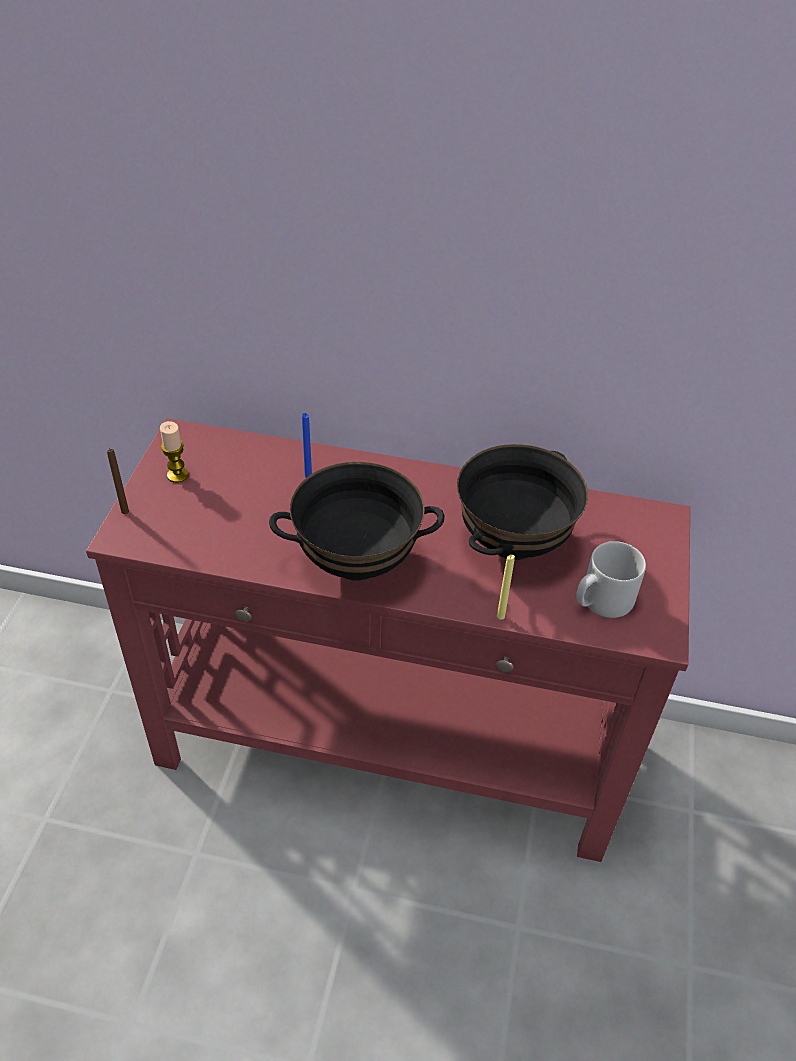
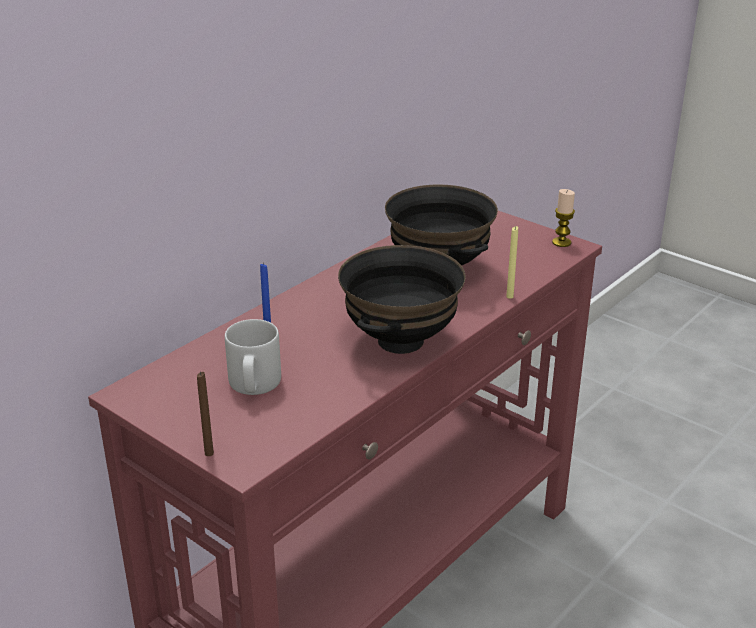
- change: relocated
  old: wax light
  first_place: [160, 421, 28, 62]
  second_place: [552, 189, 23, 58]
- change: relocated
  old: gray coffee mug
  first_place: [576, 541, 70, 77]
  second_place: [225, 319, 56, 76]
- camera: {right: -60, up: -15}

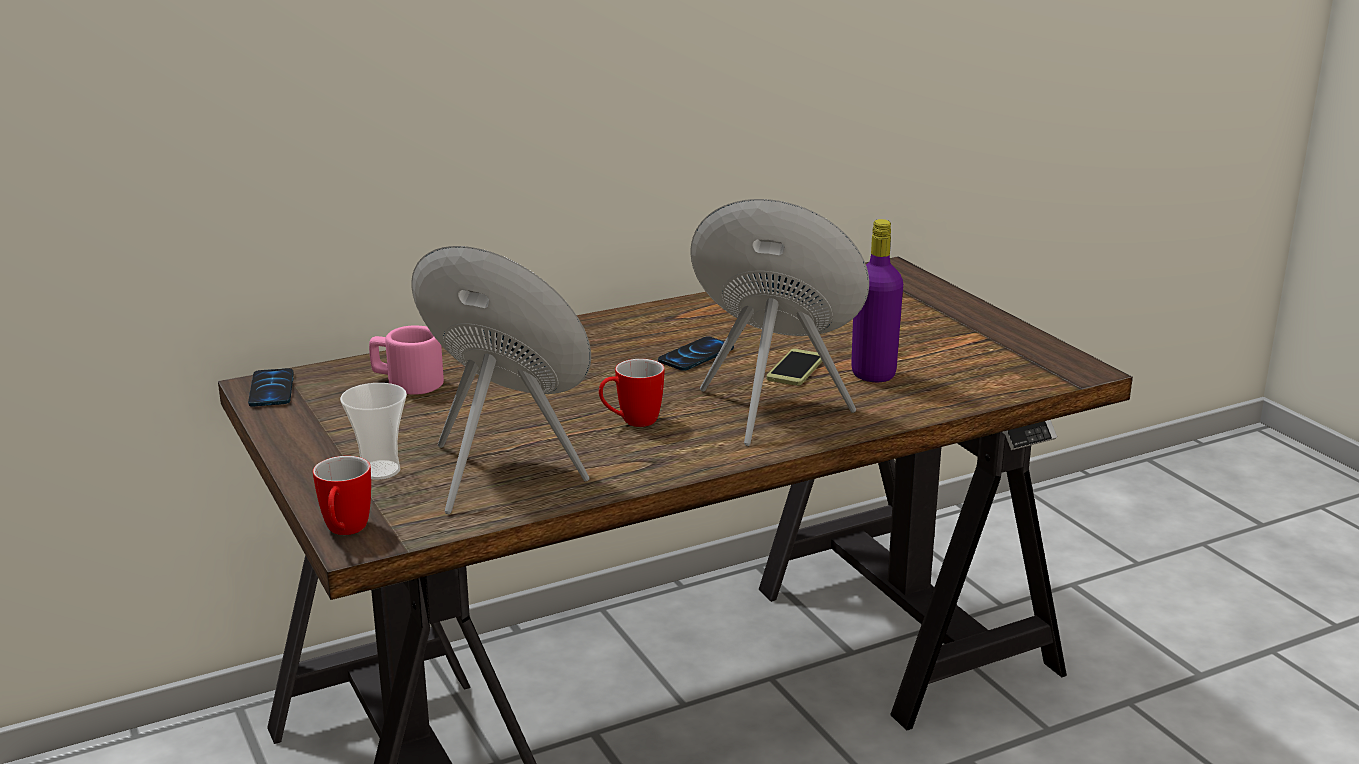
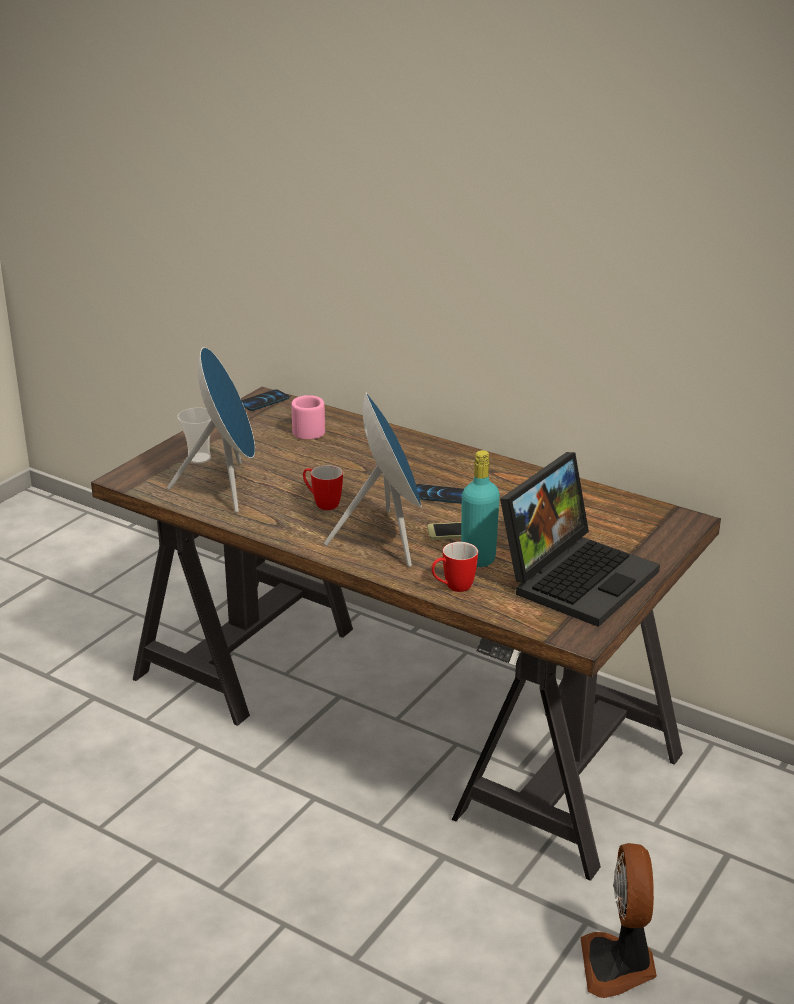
- change: appeared
  new: portable computer
  second_place: [500, 452, 160, 175]
- change: appeared
  new: electric fan
  second_place: [580, 843, 77, 155]
- change: relocated
  old: coffee mug
  first_place: [313, 456, 58, 79]
  second_place: [431, 542, 47, 50]
- change: colour
  old: purple beverage bottle
  new: turquoise-coloured beverage bottle
  first_place: [851, 219, 52, 163]
  second_place: [461, 450, 39, 117]
- camera: {right: 60, up: 5}

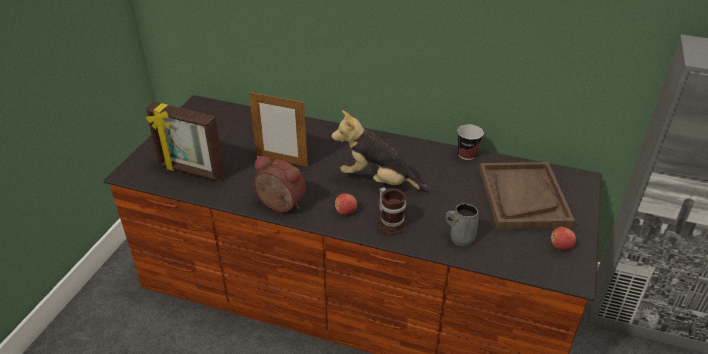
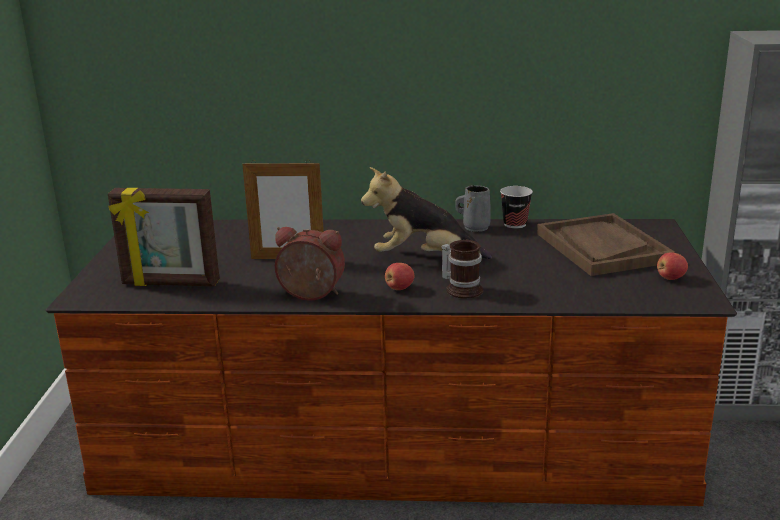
- change: relocated
  old: gray coffee mug
  first_place: [445, 203, 33, 43]
  second_place: [455, 185, 36, 47]
- camera: {right: -15, up: -15}

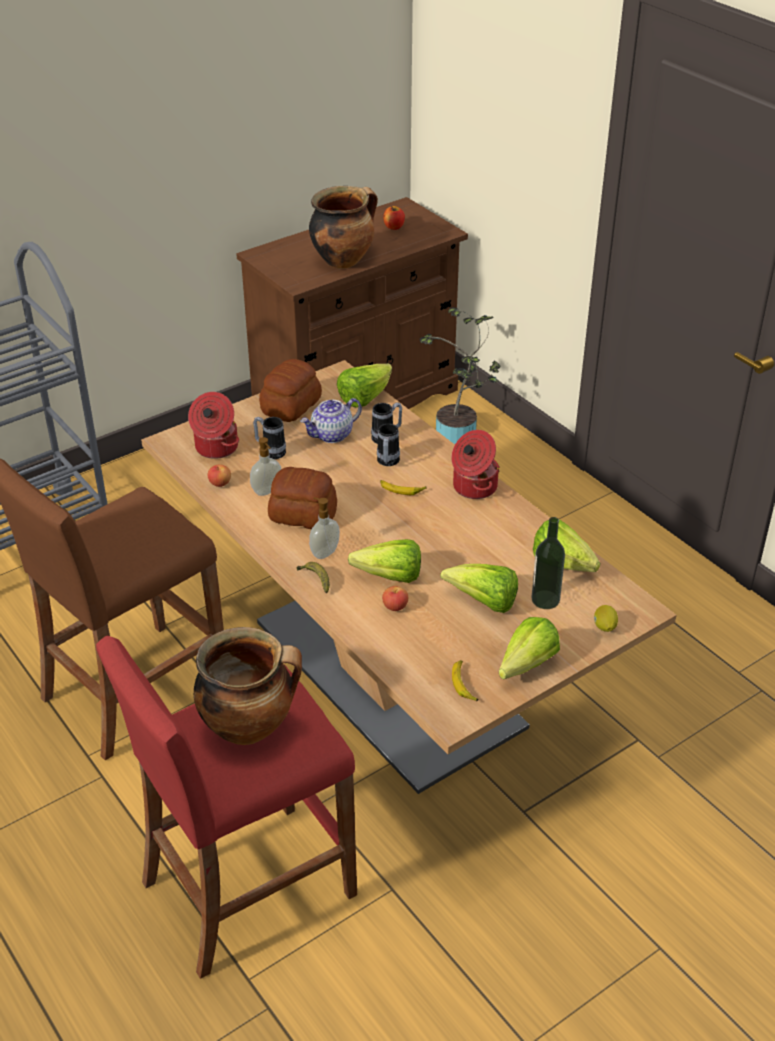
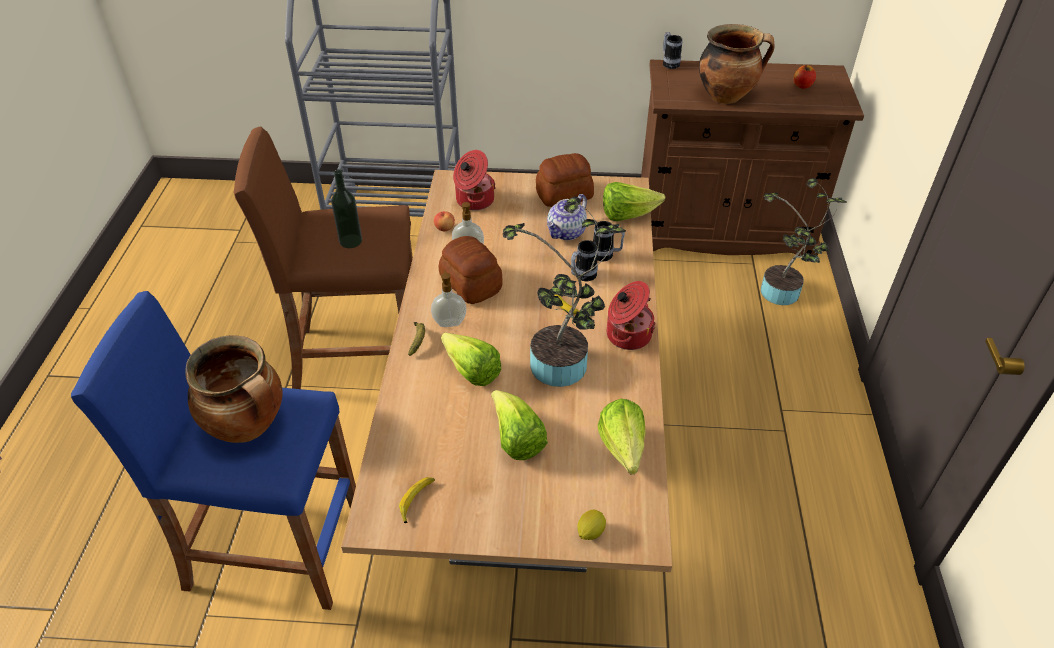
- change: missing
  old: apple
  first_place: [382, 586, 26, 25]
- change: missing
  old: head of lettuce
  first_place: [499, 617, 61, 62]
- change: appeared
  new: houseplant
  second_place: [503, 197, 123, 190]
- change: relocated
  old: coffee mug
  first_place: [253, 417, 33, 42]
  second_place: [663, 32, 19, 37]
- change: relocated
  old: beverage bottle
  first_place: [531, 517, 34, 92]
  second_place: [331, 169, 31, 79]
- change: colour
  old: reddish stool seat
  new: blue-coloured stool seat
  first_place: [96, 635, 261, 344]
  second_place: [71, 291, 285, 319]
- change: spun
  old: pot for tea
  first_place: [301, 398, 61, 45]
  second_place: [547, 194, 40, 46]
  degrees: -60
- camera: {right: 40, up: 5}

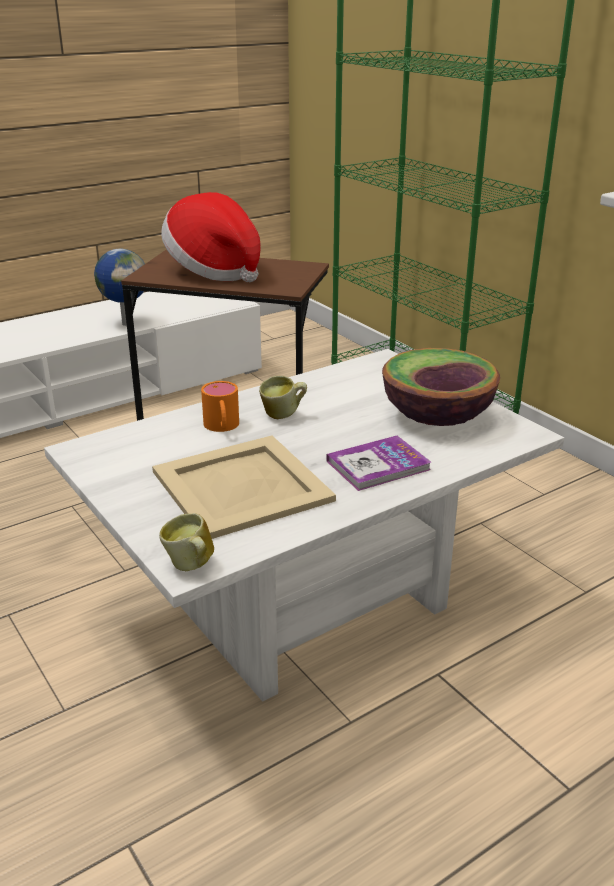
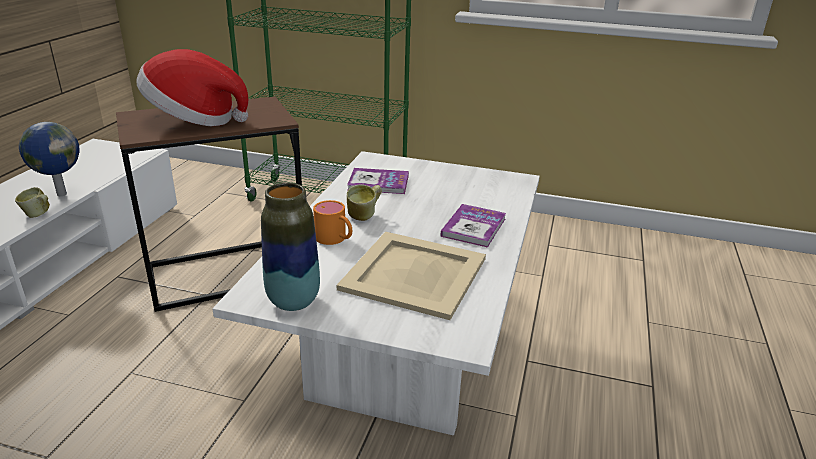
- change: missing
  old: deep dish
  first_place: [382, 348, 118, 78]
- change: appeared
  new: decorative vase
  second_place: [261, 183, 59, 128]
- change: appeared
  new: volume
  second_place: [347, 168, 62, 26]
- change: relocated
  old: coffee mug
  first_place: [159, 513, 55, 58]
  second_place: [15, 187, 35, 31]
- camera: {right: -40, up: 0}

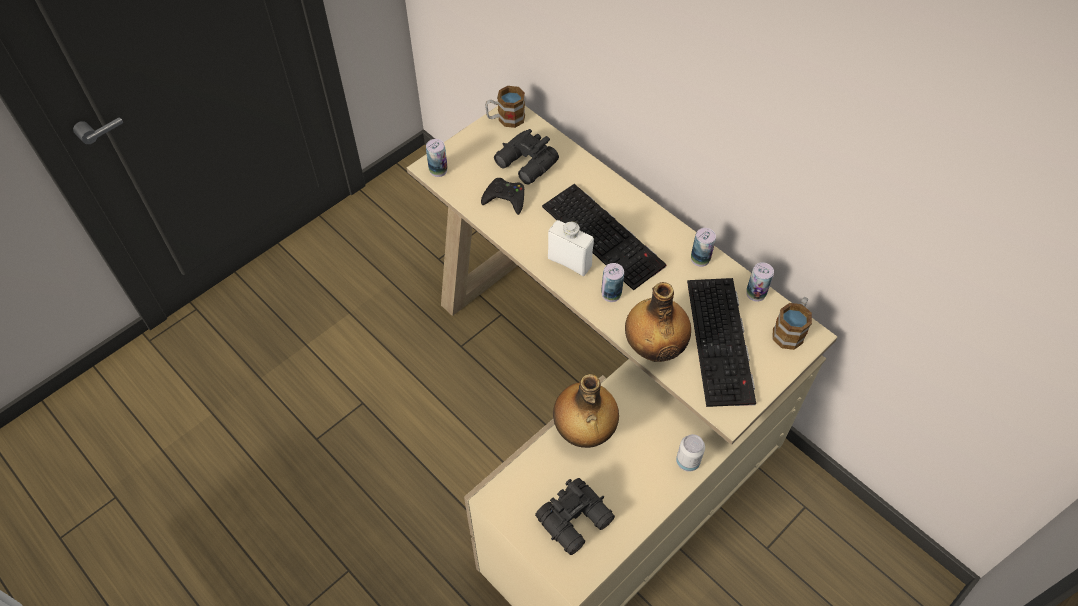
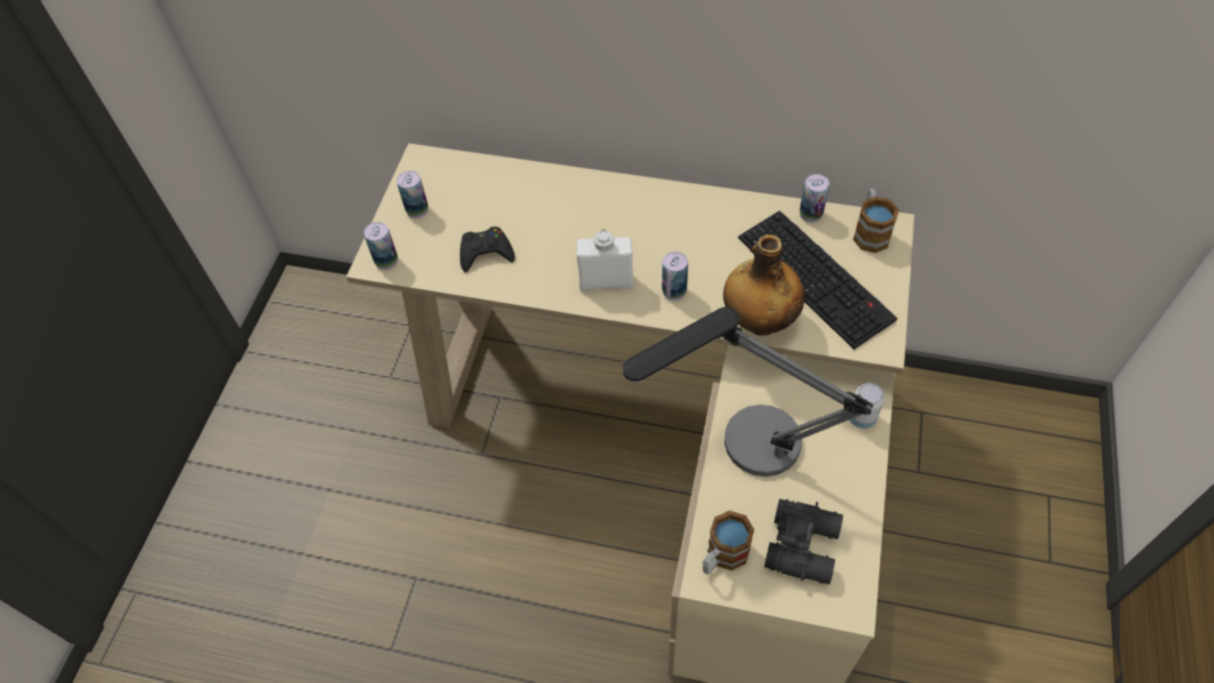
- change: missing
  old: black pair of binoculars
  first_place: [494, 129, 65, 56]
- change: missing
  old: PC keyboard
  first_place: [542, 184, 125, 107]
- change: relocated
  old: coffee mug
  first_place: [485, 86, 40, 42]
  second_place: [703, 510, 51, 64]
- change: relocated
  old: sealed can
  first_place: [691, 228, 25, 39]
  second_place: [397, 171, 31, 47]
- change: exchanged
  old: beverage bottle
  new: table lamp
  first_place: [553, 374, 66, 74]
  second_place: [623, 307, 250, 170]
- camera: {right: -30, up: 0}

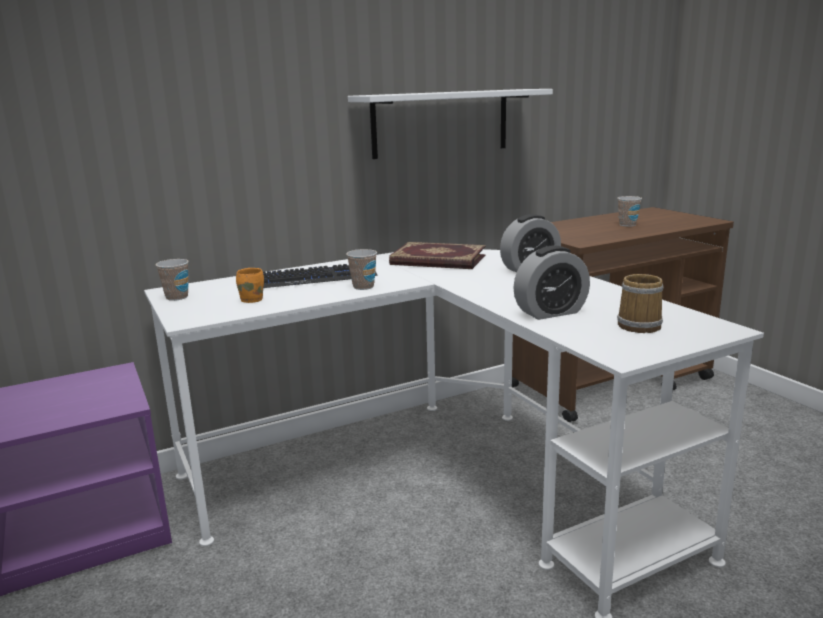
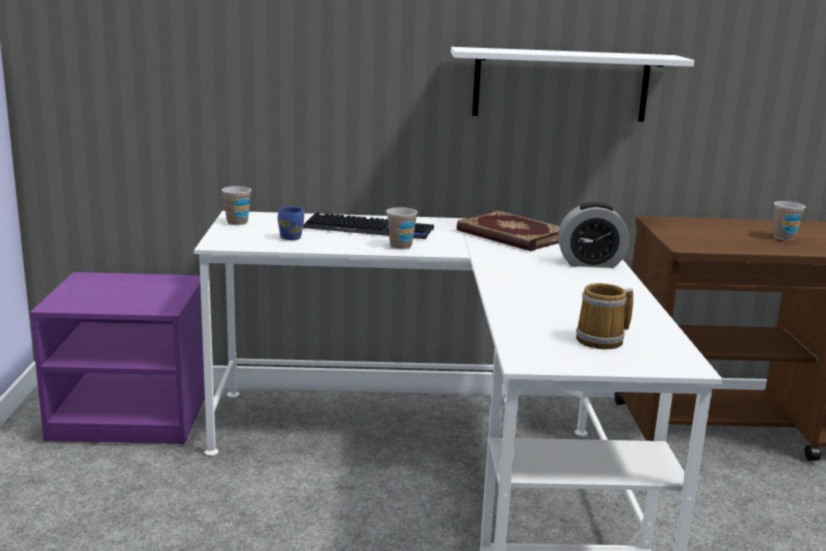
- change: missing
  old: bedside clock
  first_place: [513, 245, 77, 75]
- change: colour
  old: orange-coloured coffee mug
  new: blue-coloured coffee mug
  first_place: [236, 268, 28, 35]
  second_place: [278, 206, 26, 34]
- camera: {right: 25, up: 0}

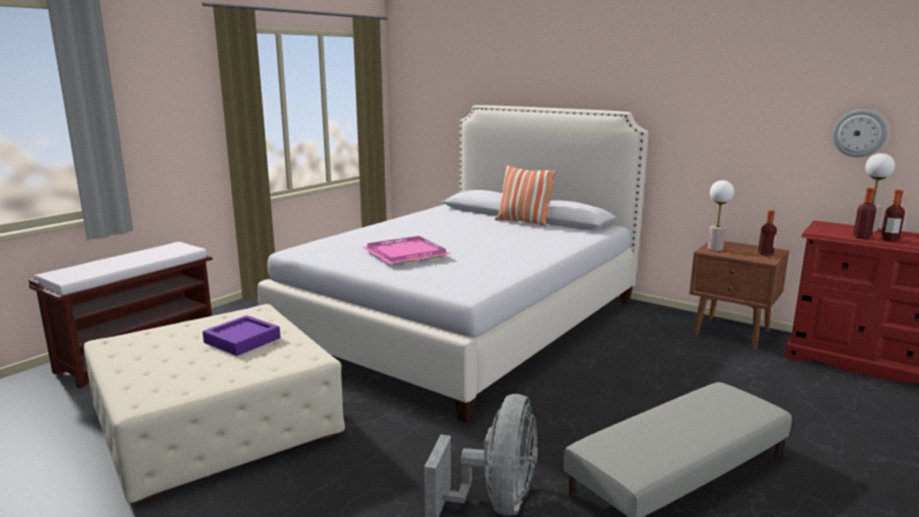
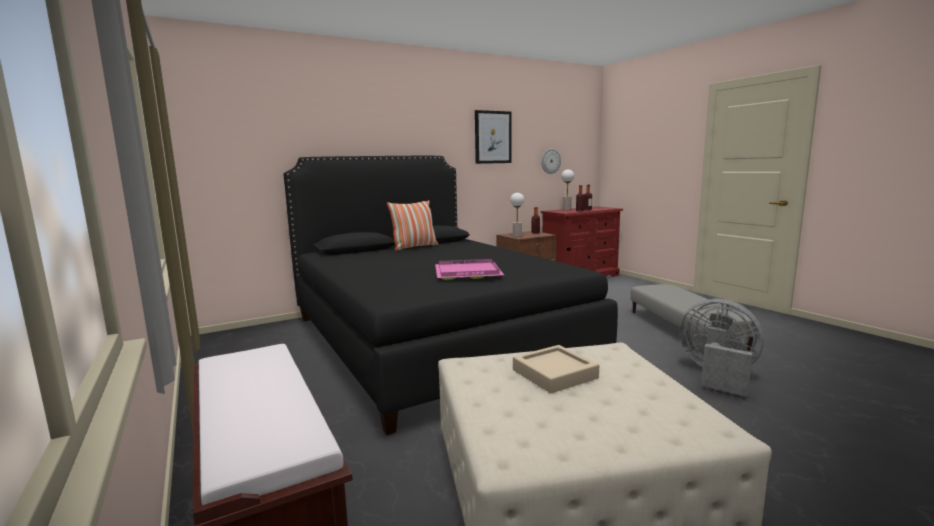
- change: appeared
  new: wall art
  second_place: [475, 110, 37, 54]
- change: colour
  old: purple serving tray
  new: beige-coloured serving tray
  first_place: [203, 315, 77, 41]
  second_place: [513, 345, 86, 48]
- change: colour
  old: whitish sleeping bed
  new: black sleeping bed
  first_place: [258, 105, 390, 318]
  second_place: [283, 156, 335, 279]
- camera: {right: -65, up: -5}

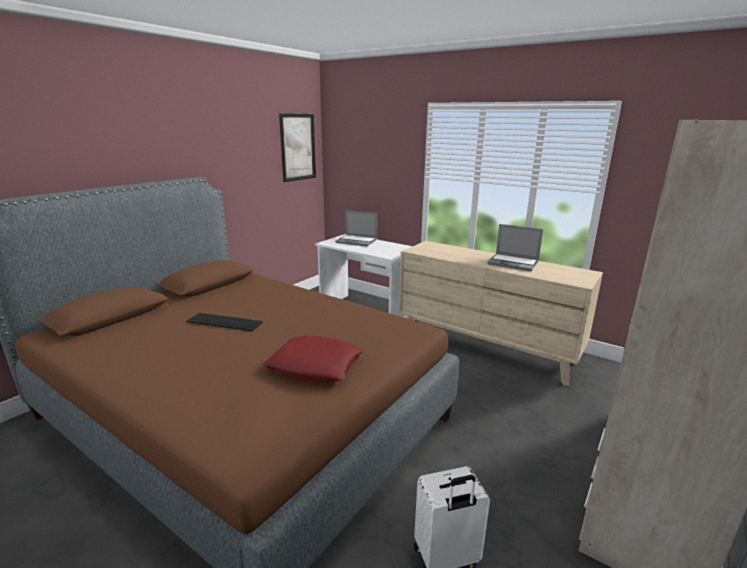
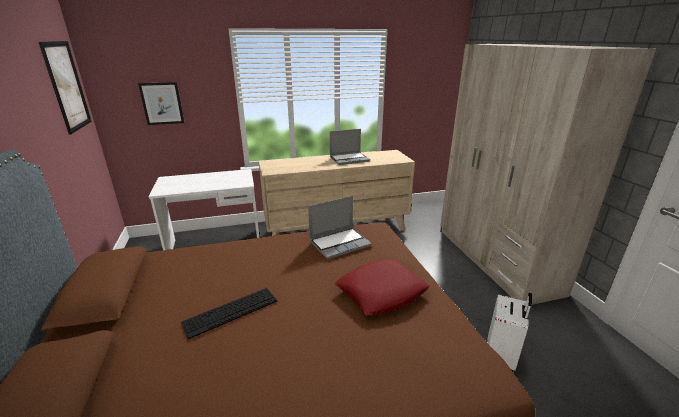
- change: appeared
  new: wall art
  second_place: [138, 82, 46, 43]
- change: relocated
  old: portable computer
  first_place: [335, 210, 42, 37]
  second_place: [308, 196, 64, 63]
- camera: {right: -50, up: 5}

